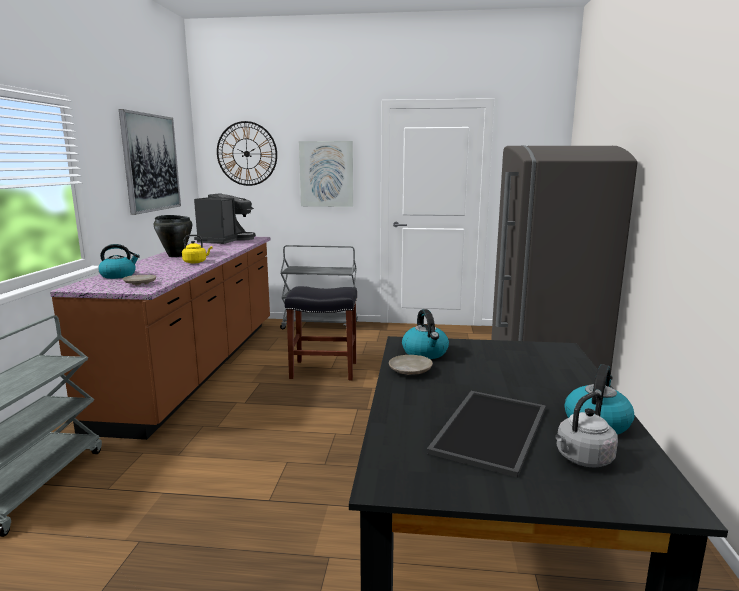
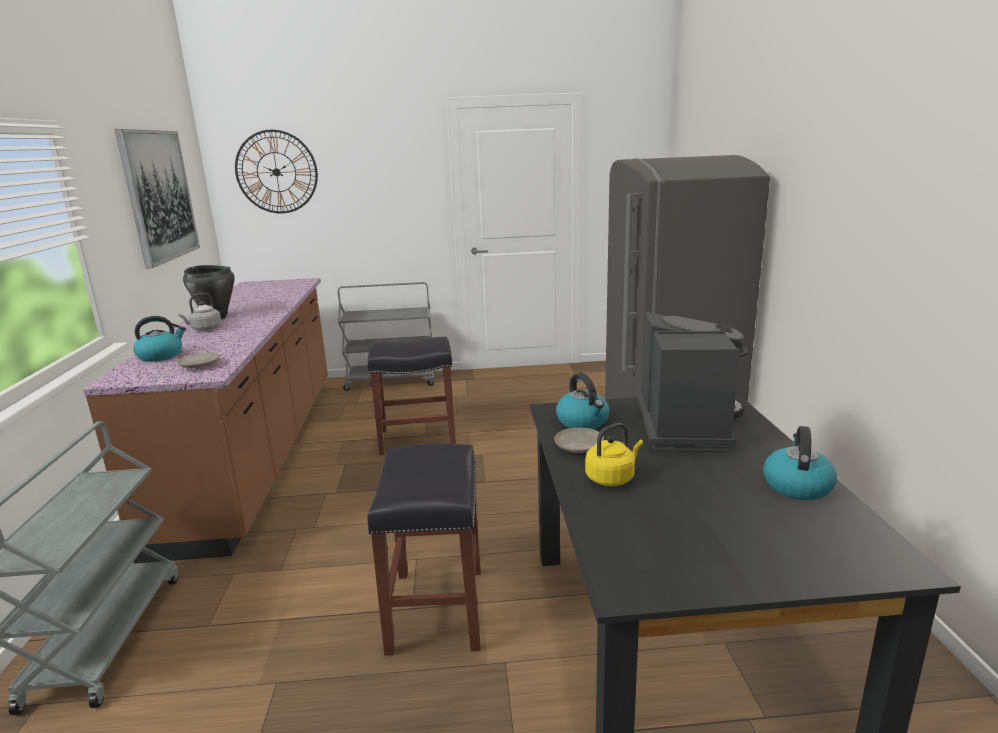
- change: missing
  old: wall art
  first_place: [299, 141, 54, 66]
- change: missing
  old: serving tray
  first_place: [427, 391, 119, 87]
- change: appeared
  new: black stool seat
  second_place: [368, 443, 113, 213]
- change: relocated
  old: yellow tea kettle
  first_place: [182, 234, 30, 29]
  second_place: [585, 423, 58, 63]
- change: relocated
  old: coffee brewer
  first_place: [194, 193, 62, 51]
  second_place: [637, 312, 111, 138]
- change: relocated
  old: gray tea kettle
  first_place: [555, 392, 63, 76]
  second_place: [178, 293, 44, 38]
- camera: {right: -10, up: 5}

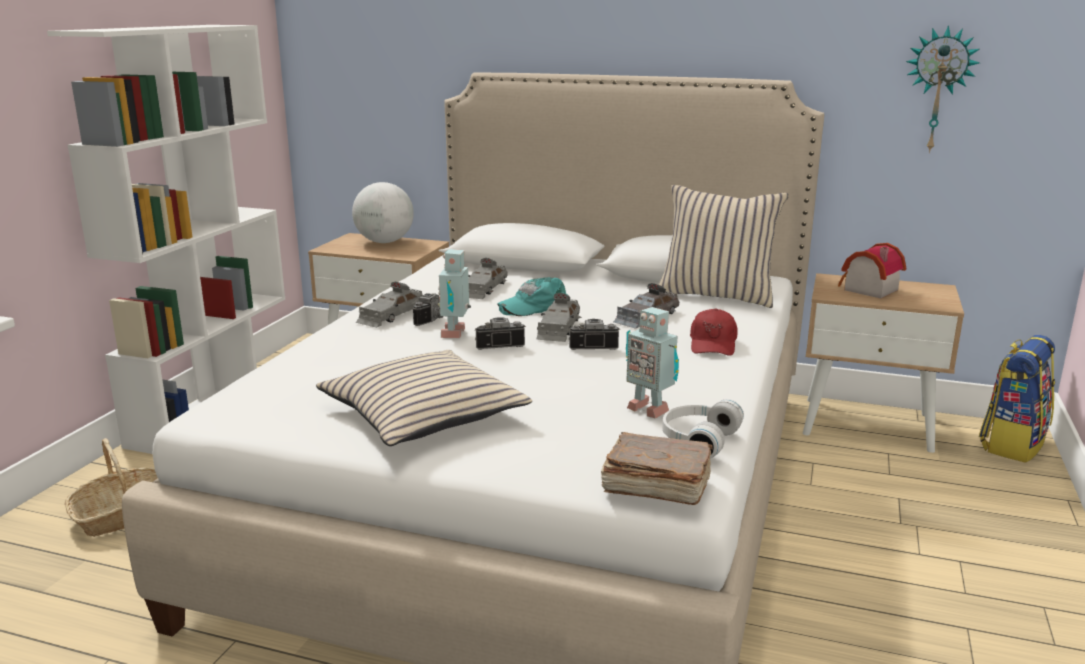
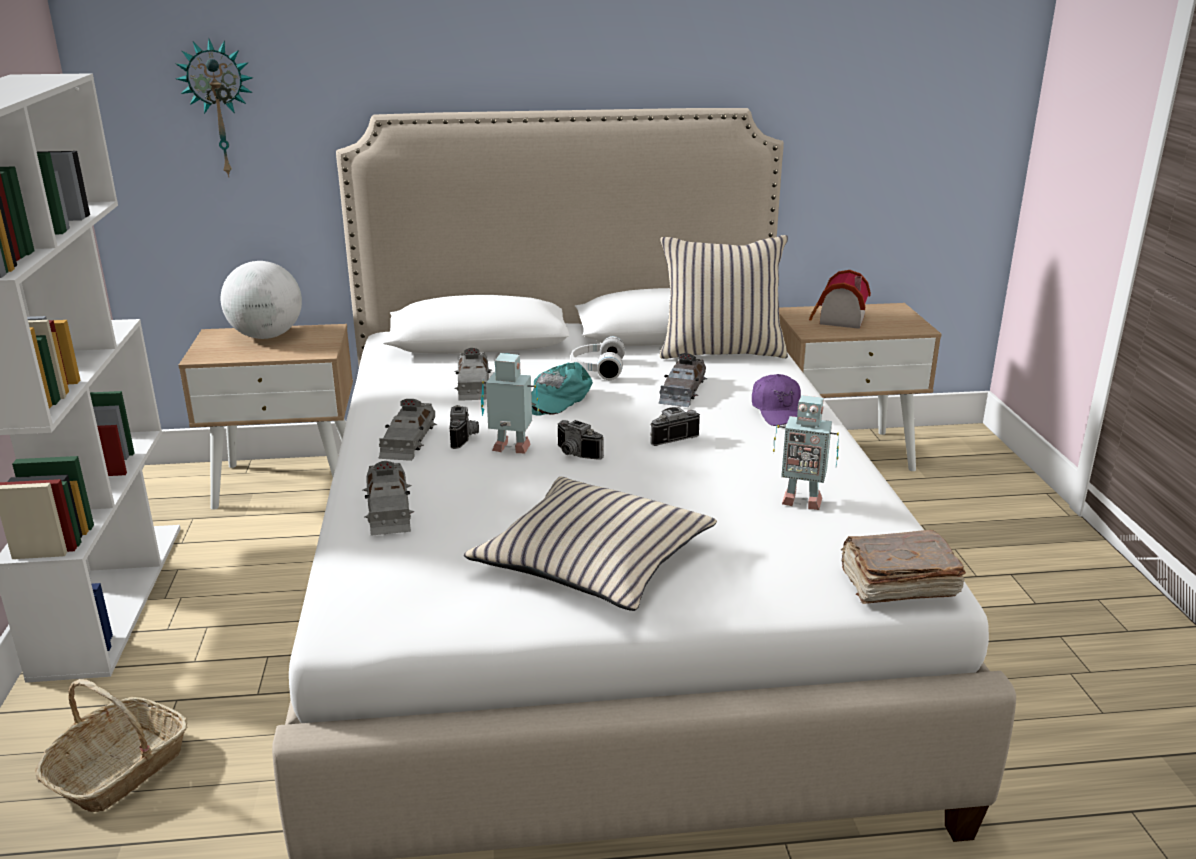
- change: missing
  old: rucksack
  first_place: [979, 335, 76, 128]
- change: relocated
  old: gray toy car
  first_place: [536, 293, 46, 49]
  second_place: [363, 461, 52, 75]
- change: relocated
  old: whitish headphones
  first_place: [662, 399, 82, 60]
  second_place: [571, 336, 54, 44]
- change: relocated
  old: hanging clock
  first_place: [906, 25, 74, 128]
  second_place: [175, 39, 78, 139]
- change: colour
  old: reddish peaked cap
  new: purple peaked cap
  first_place: [690, 308, 48, 48]
  second_place: [752, 374, 49, 52]
- change: spun
  old: robot figure
  first_place: [437, 249, 34, 89]
  second_place: [481, 353, 58, 100]
  degrees: 120
- change: spun
  old: still camera
  first_place: [475, 317, 50, 33]
  second_place: [558, 420, 46, 39]
  degrees: -105
- camera: {right: -25, up: 5}

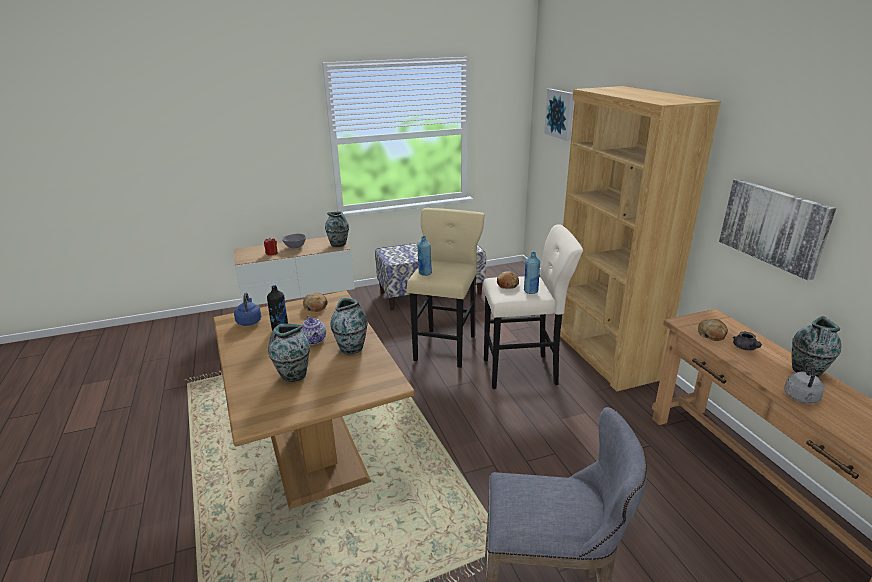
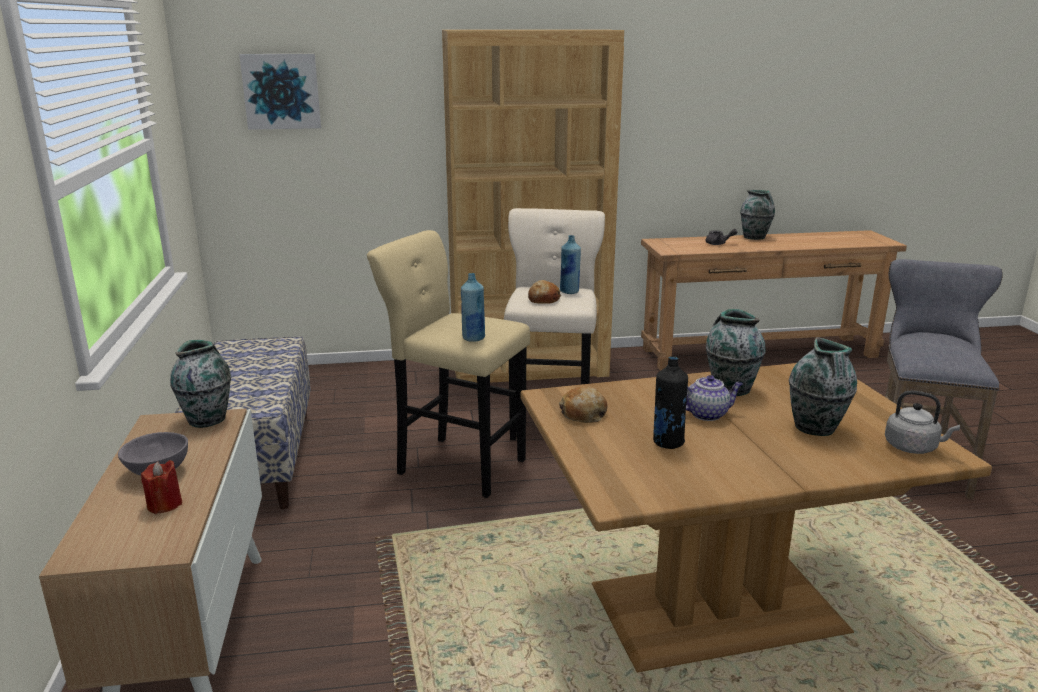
- change: missing
  old: blue-coloured tea kettle
  first_place: [234, 292, 27, 34]
- change: missing
  old: baked bread
  first_place: [698, 319, 30, 22]
- change: missing
  old: wall art
  first_place: [719, 179, 117, 101]
- change: relocated
  old: gray tea kettle
  first_place: [784, 360, 41, 44]
  second_place: [885, 390, 75, 64]
- camera: {right: -80, up: -5}

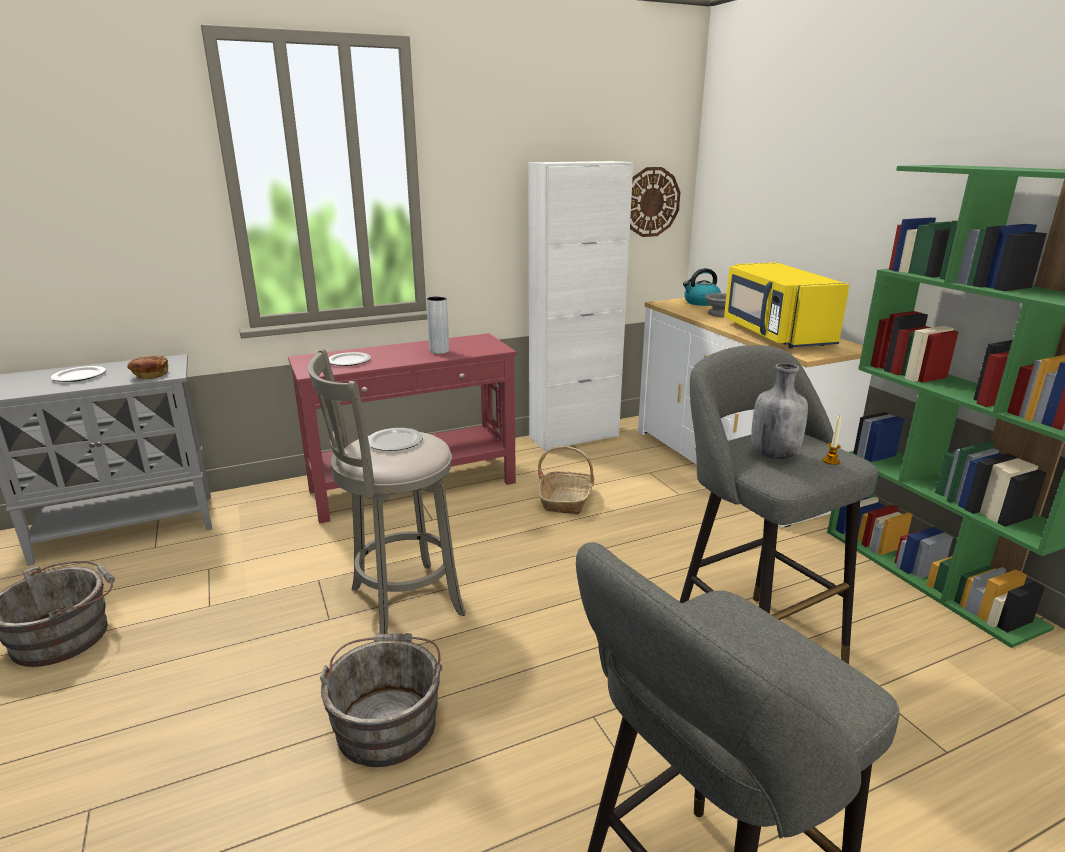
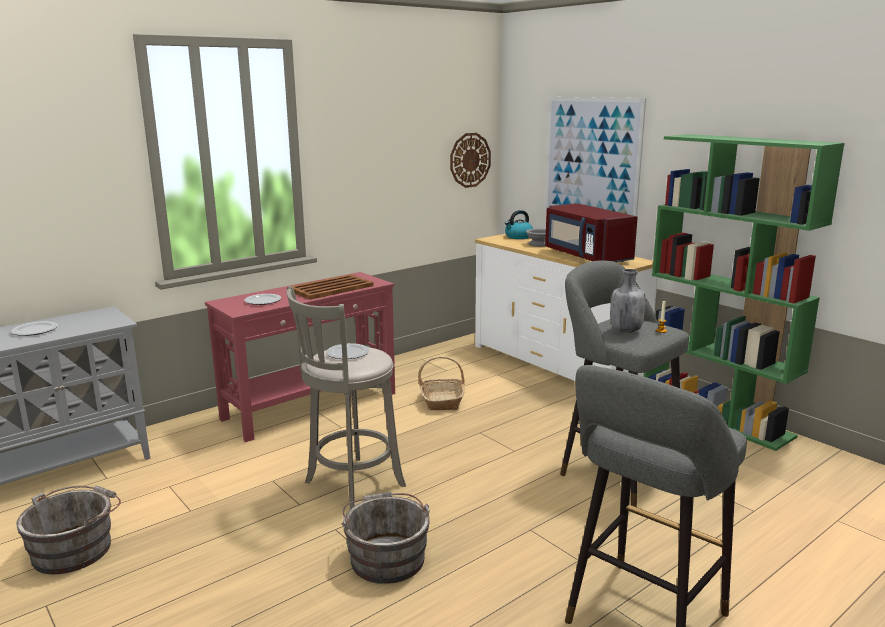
- change: missing
  old: baked bread
  first_place: [127, 356, 41, 23]
- change: missing
  old: whitish storage cabinet
  first_place: [528, 161, 105, 290]
- change: appeared
  new: wall art
  second_place: [545, 97, 101, 119]
- change: exchanged
  old: gray decorative vase
  new: brown-coloured serving tray
  first_place: [426, 296, 23, 58]
  second_place: [288, 274, 86, 26]
- change: colour
  old: yellow kitchen microwave
  new: reddish kitchen microwave
  first_place: [724, 262, 125, 86]
  second_place: [545, 203, 93, 59]
- camera: {right: -15, up: -5}

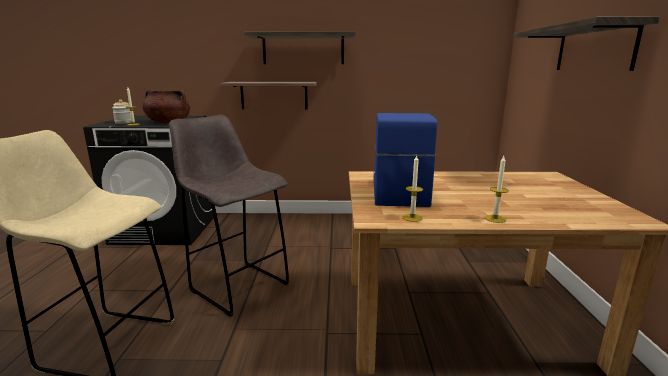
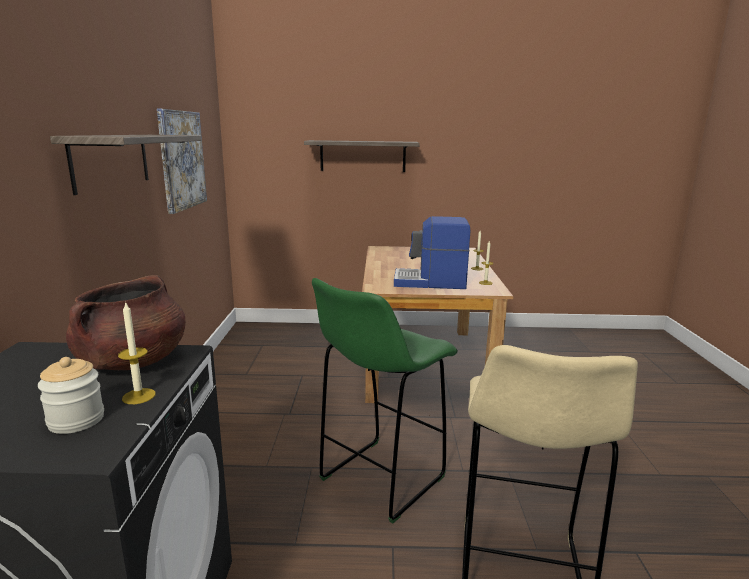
- change: missing
  old: wall shelf
  first_place: [220, 82, 97, 27]
- change: appeared
  new: wall art
  second_place: [157, 109, 50, 105]
- change: colour
  old: gray stool seat
  new: greenish stool seat
  first_place: [169, 115, 120, 202]
  second_place: [312, 278, 146, 245]
- camera: {right: -90, up: 0}

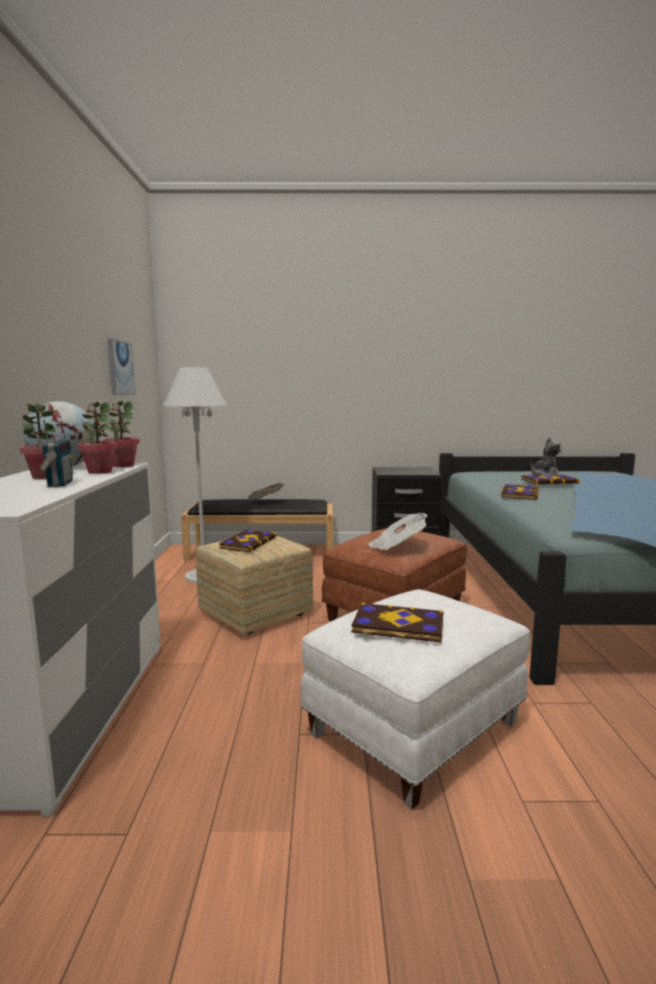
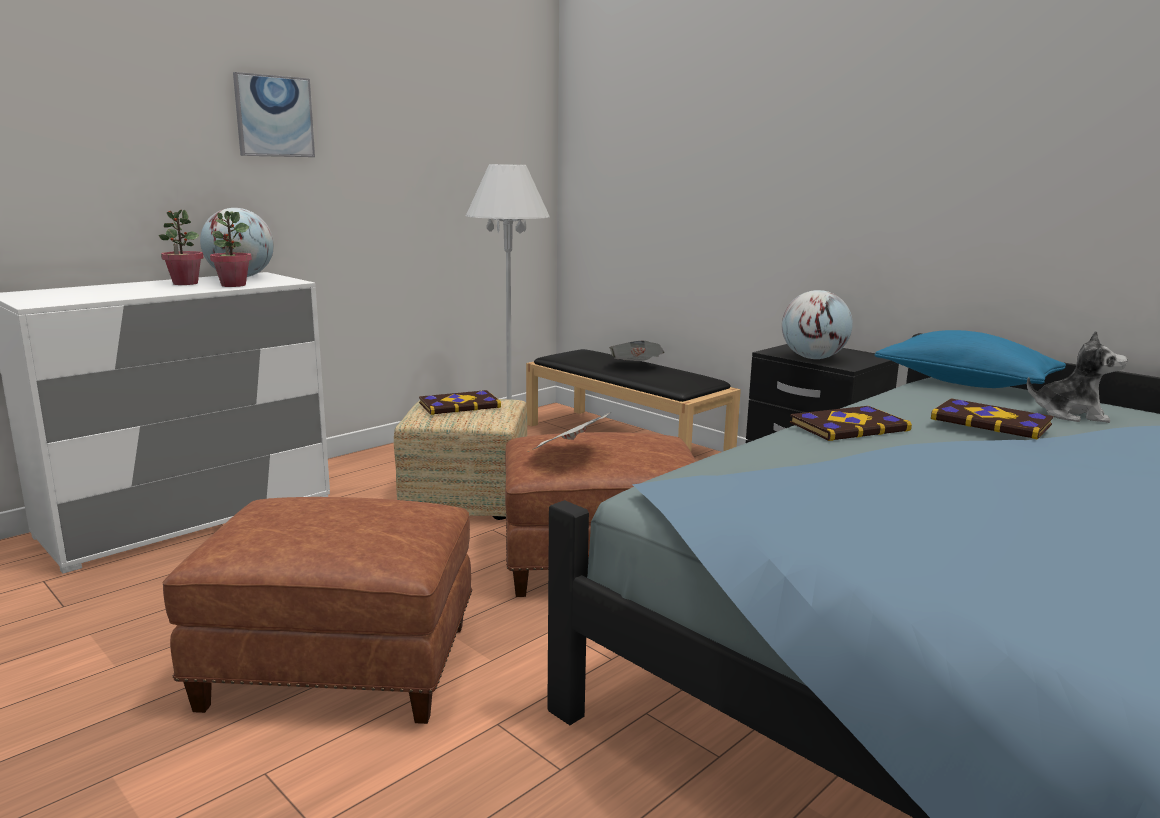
- change: missing
  old: radio set
  first_place: [38, 419, 37, 68]
- change: missing
  old: houseplant
  first_place: [103, 401, 37, 66]
- change: missing
  old: volume
  first_place: [351, 603, 93, 40]
- change: appeared
  new: desk globe
  second_place: [782, 290, 71, 69]
- change: appeared
  new: blue-coloured pillow
  second_place: [875, 330, 191, 58]
- change: relocated
  old: wall art
  first_place: [107, 339, 28, 56]
  second_place: [233, 72, 82, 85]
- change: colour
  old: whitish footrest
  new: brown-coloured footrest
  first_place: [300, 589, 230, 220]
  second_place: [162, 497, 310, 227]
- camera: {right: 45, up: 5}

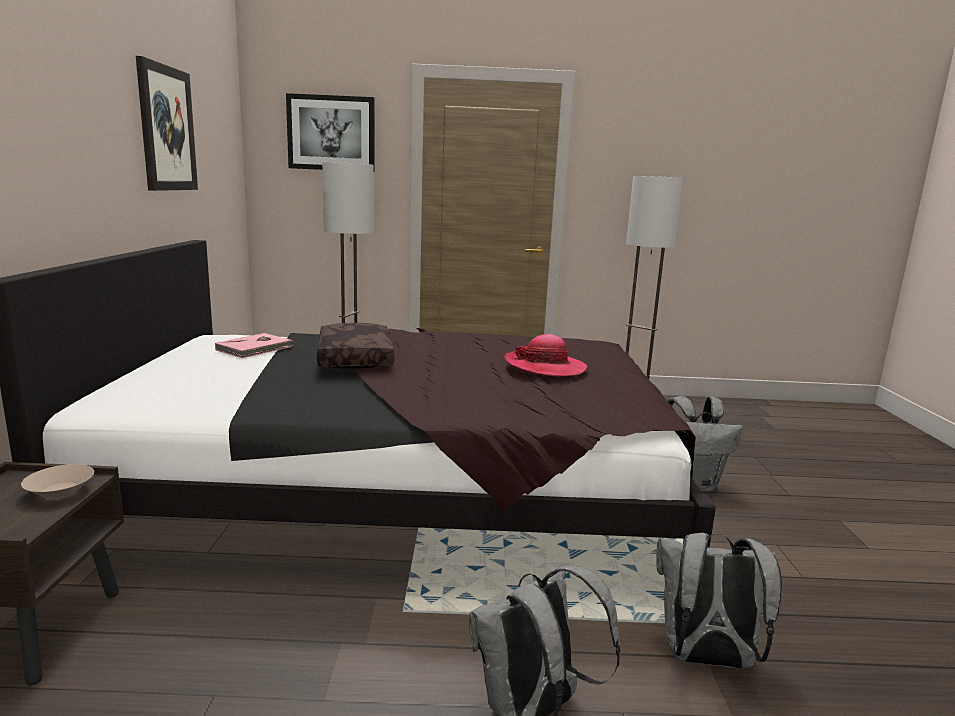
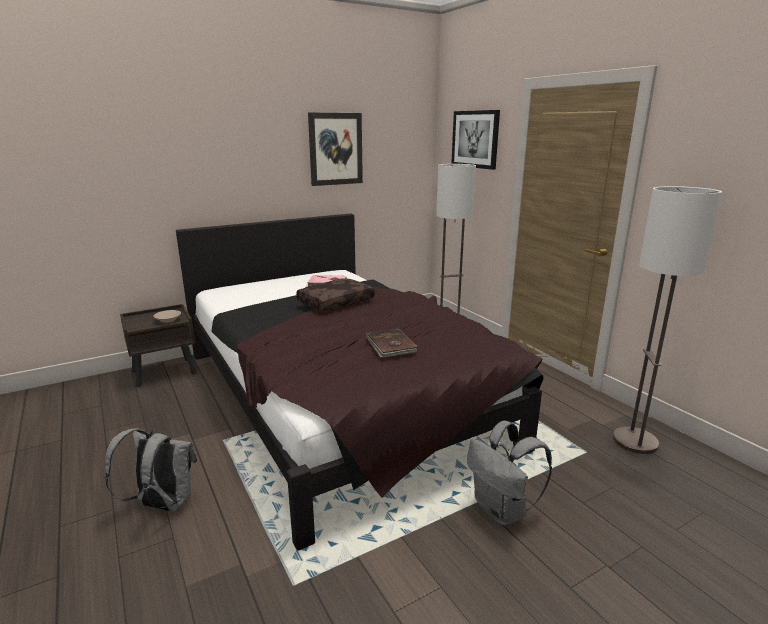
- change: missing
  old: gray rucksack
  first_place: [656, 533, 126, 136]
- change: exchanged
  old: hat
  new: brown-coloured volume
  first_place: [504, 334, 84, 43]
  second_place: [366, 328, 53, 30]
- camera: {right: 60, up: 5}

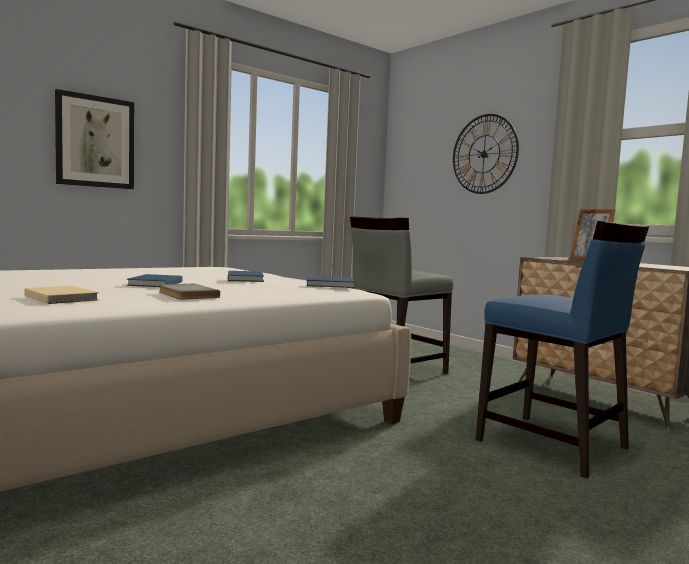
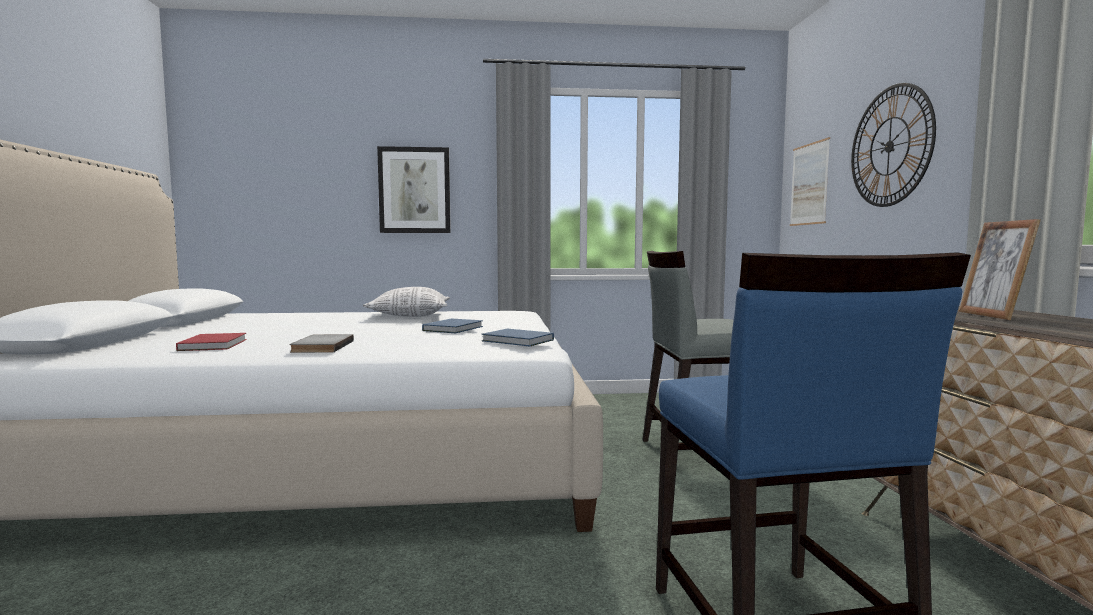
- change: missing
  old: blue-coloured volume
  first_place: [127, 274, 55, 13]
- change: appeared
  new: pillow
  second_place: [363, 287, 87, 30]
- change: appeared
  new: wall art
  second_place: [790, 137, 40, 89]
- change: colour
  old: beige-coloured volume
  new: reddish volume
  first_place: [25, 286, 74, 18]
  second_place: [176, 333, 71, 18]
- camera: {right: 35, up: 0}

